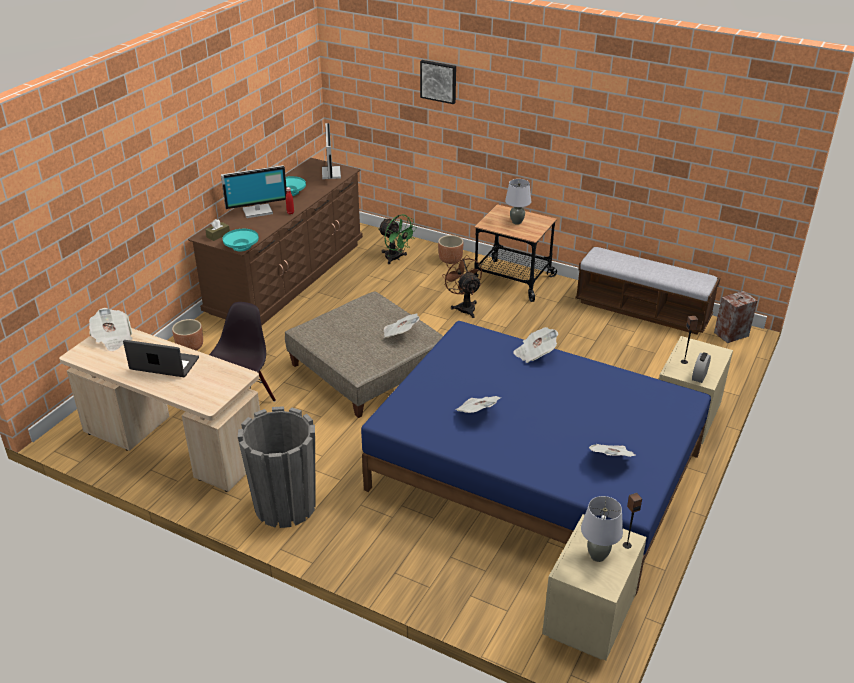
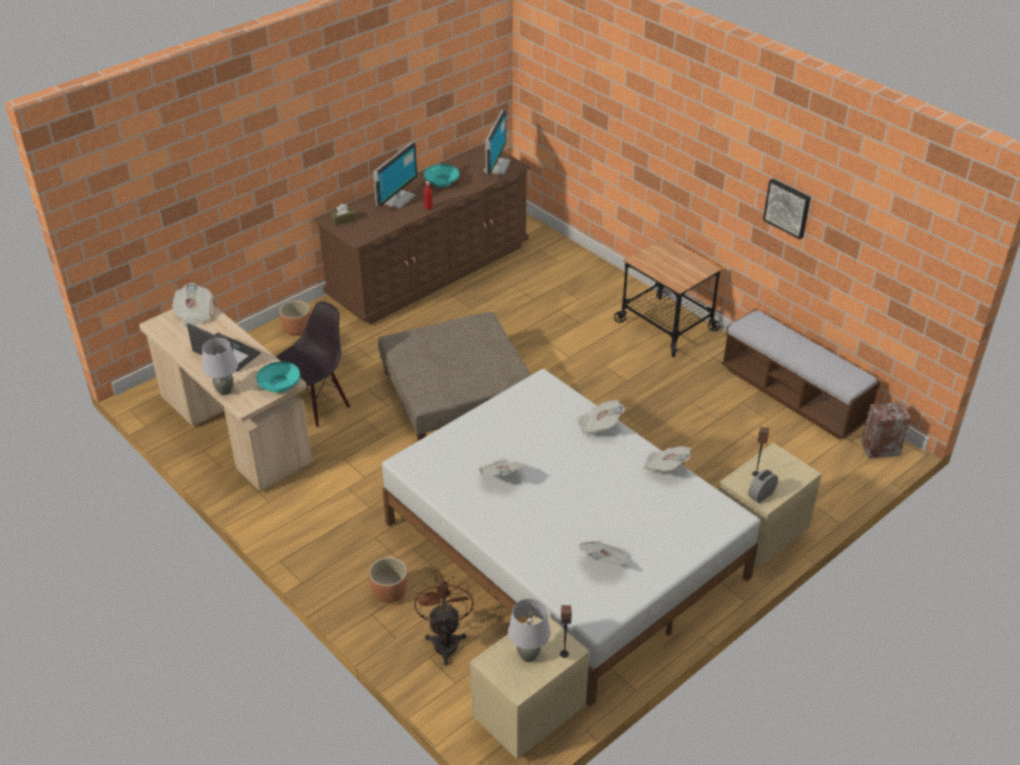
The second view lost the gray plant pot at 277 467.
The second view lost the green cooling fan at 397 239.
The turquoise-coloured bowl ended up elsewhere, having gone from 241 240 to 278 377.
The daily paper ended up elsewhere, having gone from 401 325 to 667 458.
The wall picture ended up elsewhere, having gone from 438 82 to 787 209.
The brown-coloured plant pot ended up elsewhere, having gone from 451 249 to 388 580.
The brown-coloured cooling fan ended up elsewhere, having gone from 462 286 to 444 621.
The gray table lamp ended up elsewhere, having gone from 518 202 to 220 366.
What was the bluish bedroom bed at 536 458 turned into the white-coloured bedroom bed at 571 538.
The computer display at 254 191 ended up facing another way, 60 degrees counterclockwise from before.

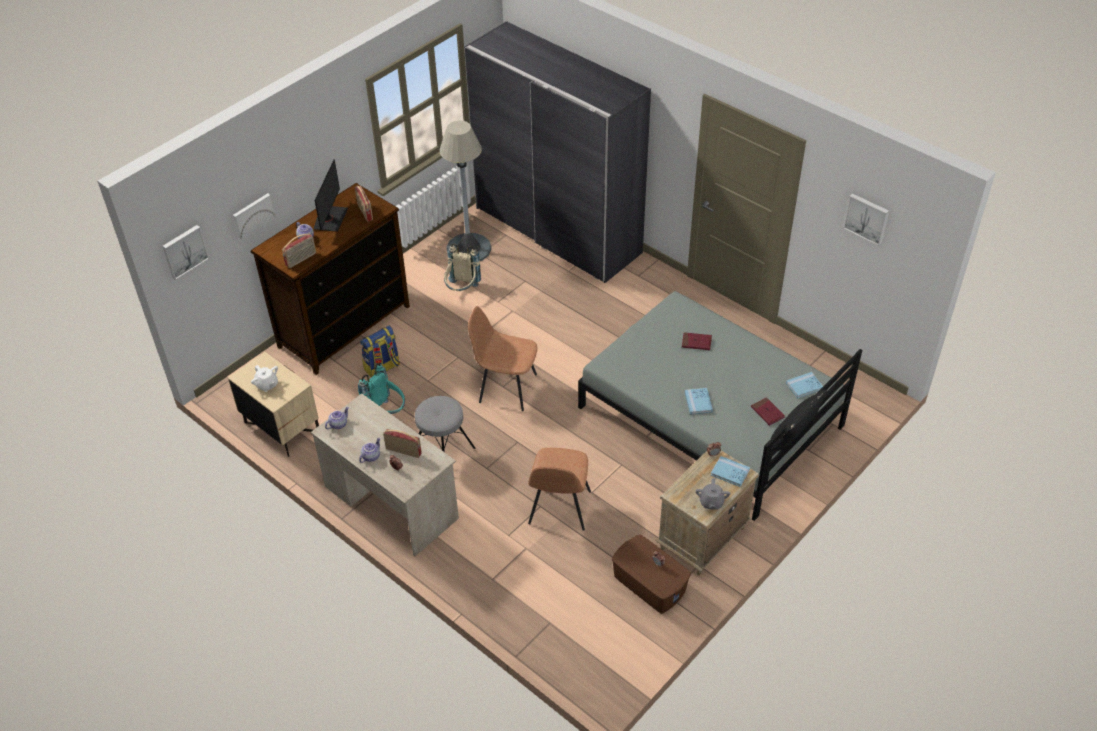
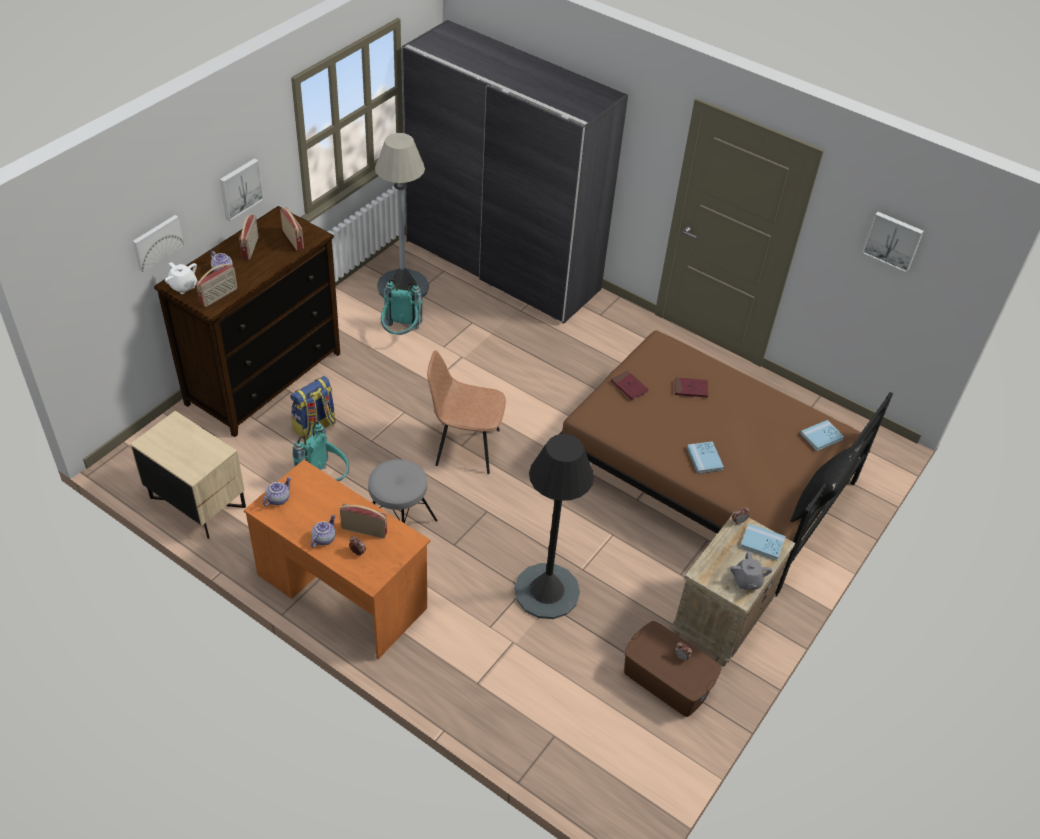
The wall picture ended up elsewhere, having gone from 185 252 to 242 189.
The white-coloured tea pot ended up elsewhere, having gone from 264 378 to 181 278.
The reddish book ended up elsewhere, having gone from 768 411 to 630 385.
Where the computer display stood at 331 195, the radio came to stand at 249 237.
Where the brown-coloured plain chair stood at 559 489, the black-coloured floor lamp came to stand at 554 526.
What was the beige-coloured desk table at 385 475 turned into the orangey desk table at 337 559.
What was the beige-coloured backpack at 462 267 turned into the turquoise-coloured backpack at 401 307.
What was the gray bedroom bed at 720 406 turned into the brown-coloured bedroom bed at 726 463.

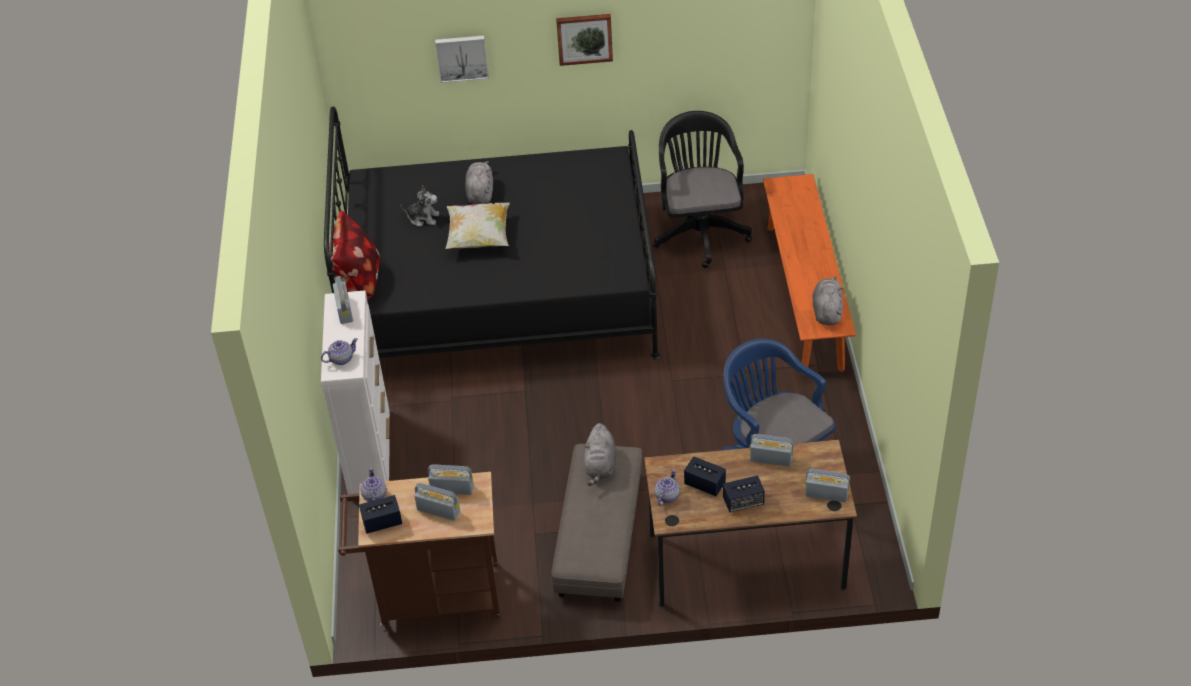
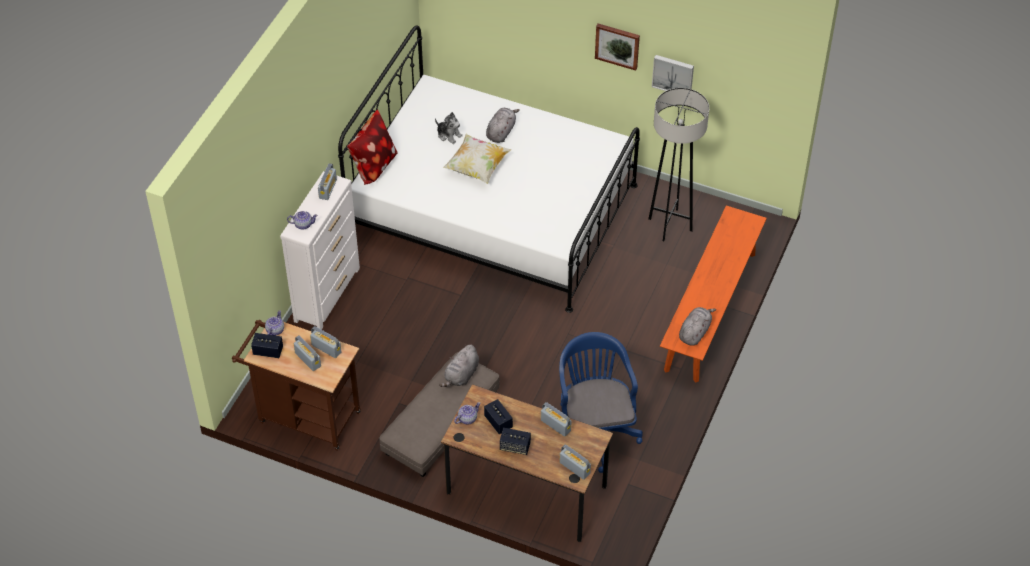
The wall picture ended up elsewhere, having gone from 462 59 to 673 73.
Where the black-coloured office chair stood at 702 189, the gray floor lamp came to stand at 678 164.
What was the black-coloured bedroom bed at 492 232 turned into the white-coloured bedroom bed at 489 169.

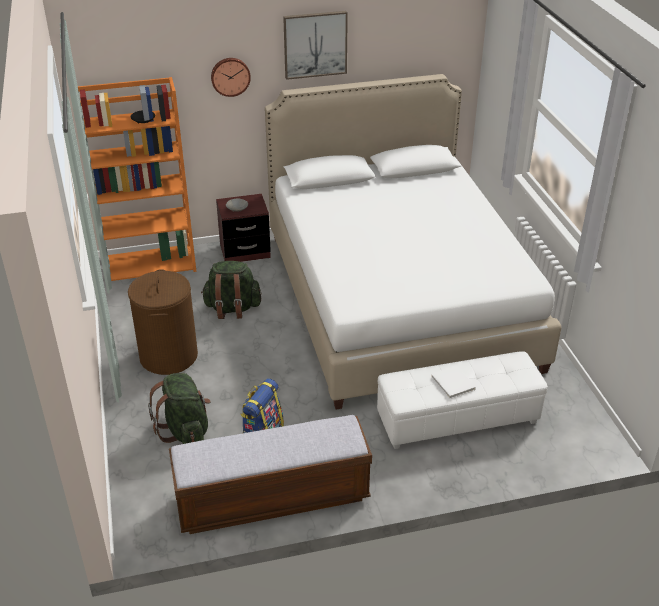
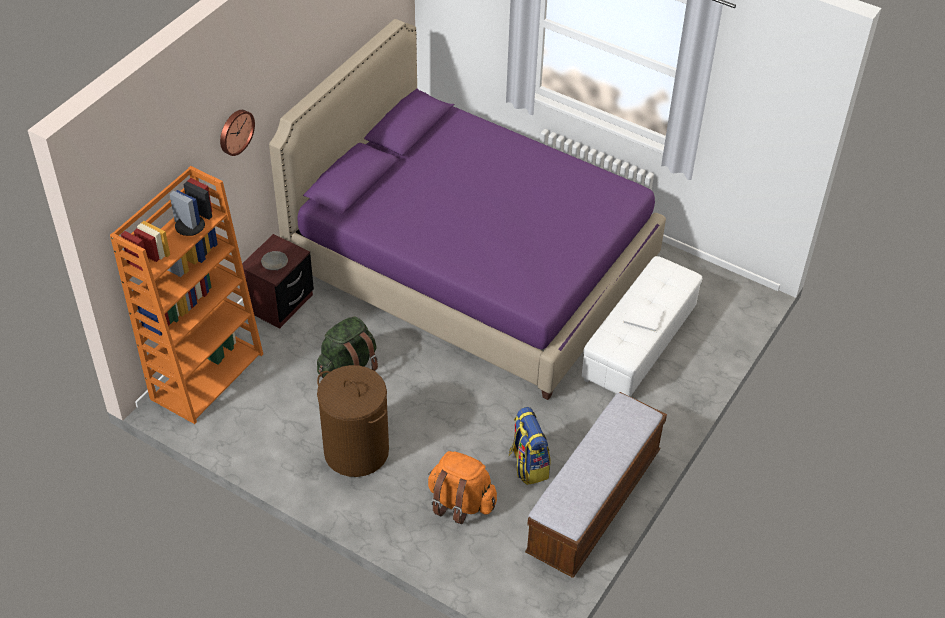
The second view lost the wall picture at 315 45.
What was the green backpack at 179 408 turned into the orangey backpack at 462 487.
What was the white-coloured bedroom bed at 413 241 turned into the purple-coloured bedroom bed at 467 209.

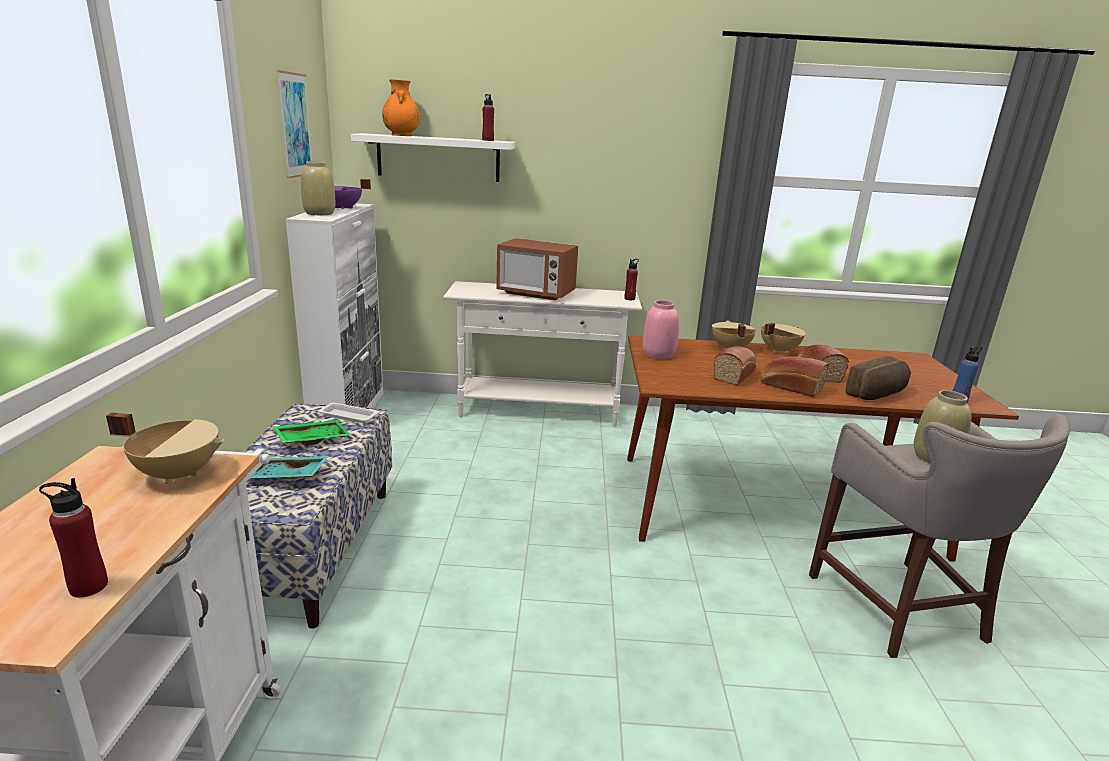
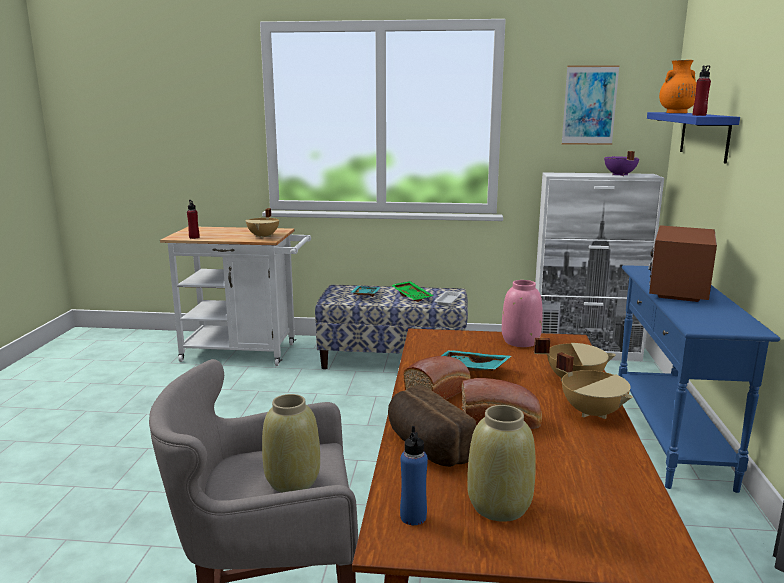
The second view lost the reddish bottle at 631 279.
The beige-coloured flower vase ended up elsewhere, having gone from 318 188 to 501 463.
Where the bread stood at 734 366, the turquoise-coloured serving tray came to stand at 476 360.
What was the white-coloured wall shelf at 433 157 turned into the bluish wall shelf at 693 137.
What was the white-coloured narrow table at 542 354 turned into the bluish narrow table at 699 379.

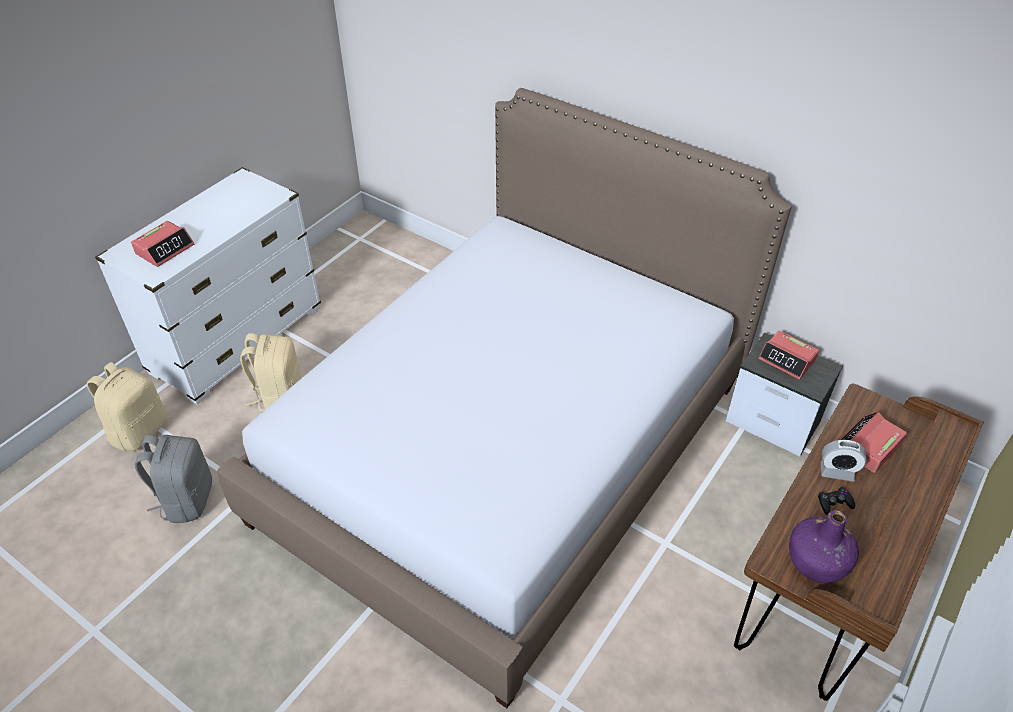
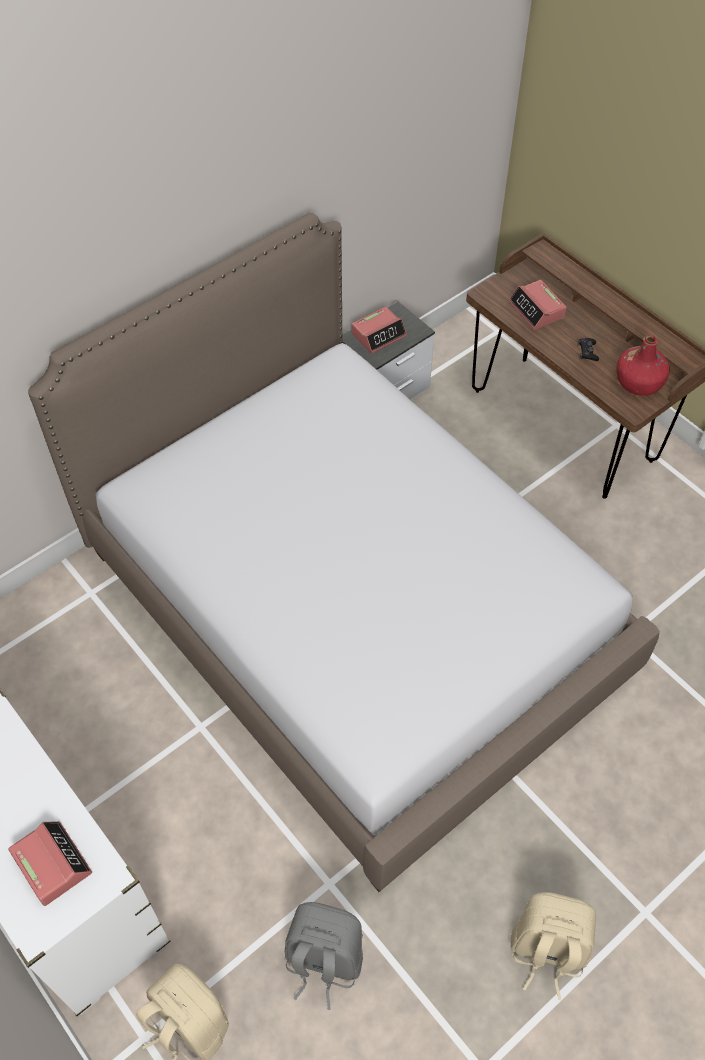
The second view lost the bedside clock at 844 461.
The beige-coloured backpack ended up elsewhere, having gone from 271 372 to 553 945.
What was the purple-coloured bottle at 824 546 turned into the reddish bottle at 643 365.

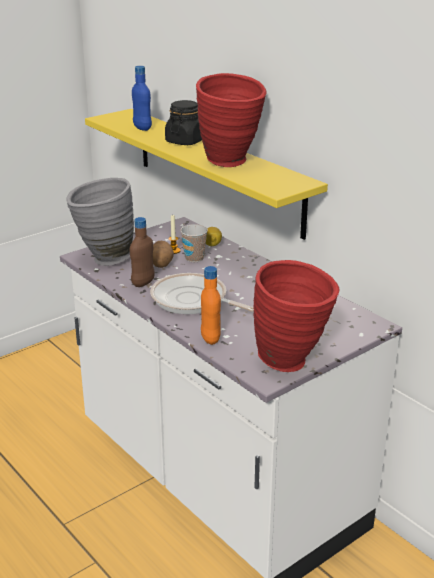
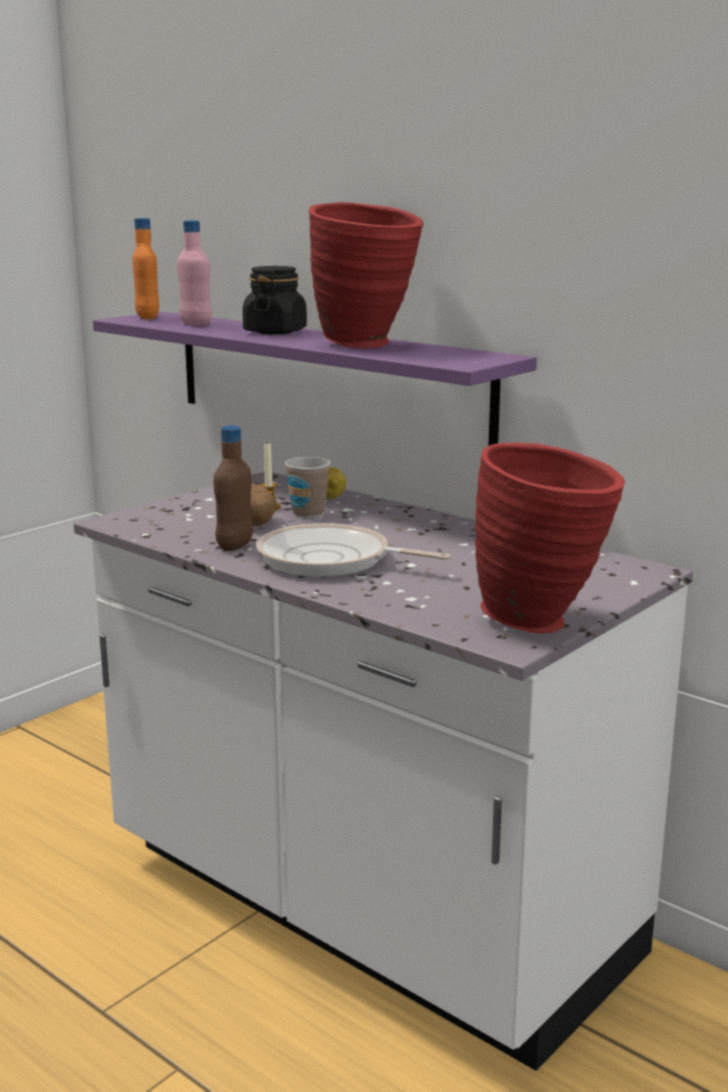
The second view lost the gray flower vase at 100 222.
The orangey bottle ended up elsewhere, having gone from 211 305 to 145 268.
What was the yellow-coloured wall shelf at 206 174 turned into the purple-coloured wall shelf at 315 379.
What was the bluish bottle at 142 98 turned into the pink-coloured bottle at 194 273.

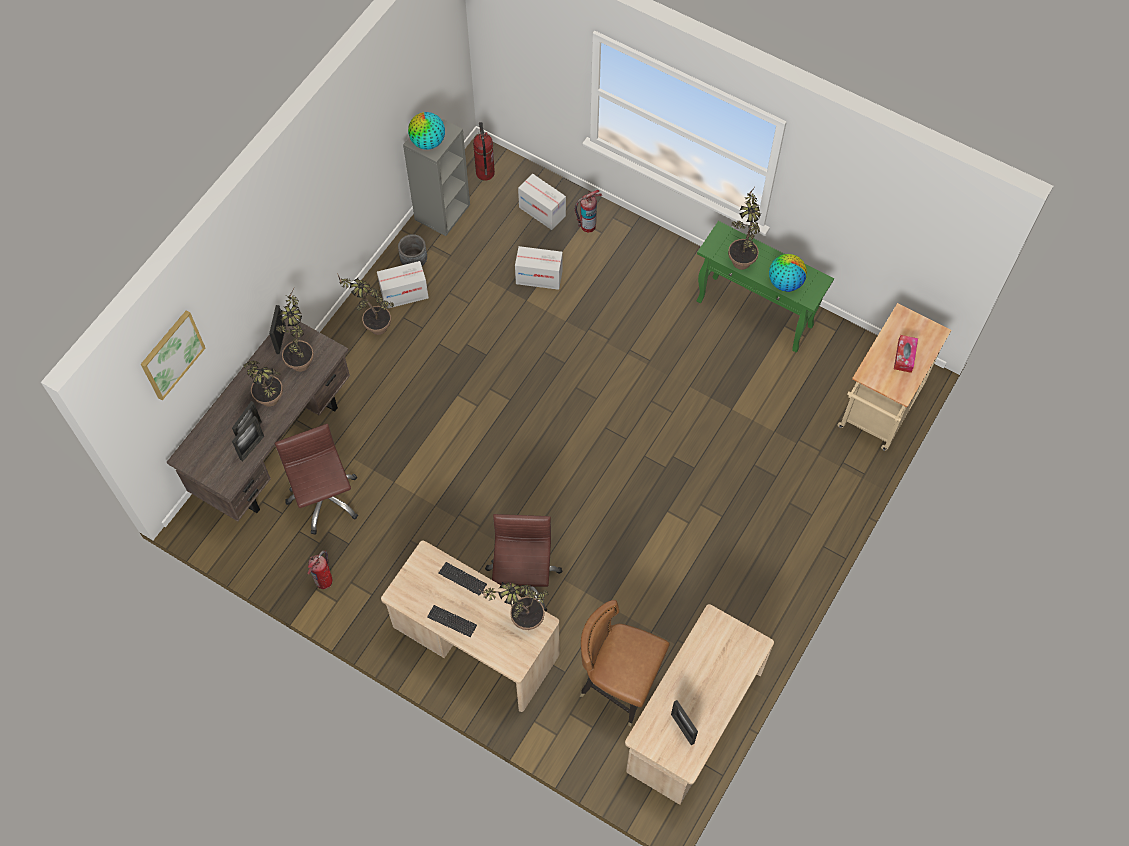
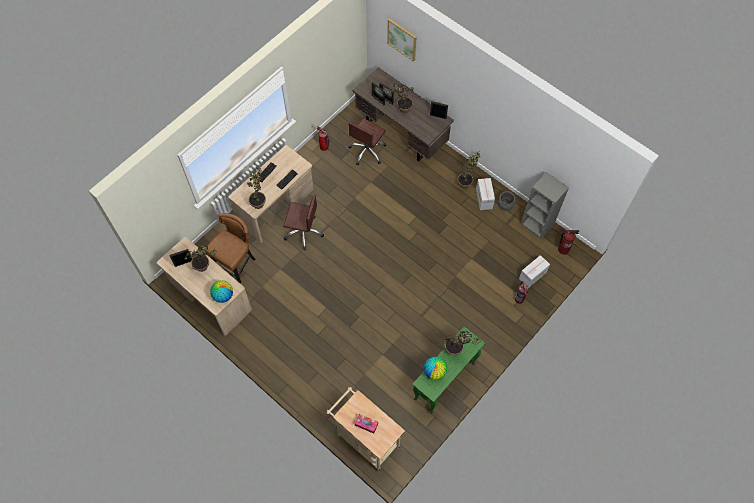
The second view lost the packing box at 539 268.
The plant in a pot ended up elsewhere, having gone from 295 331 to 201 258.
The globe ended up elsewhere, having gone from 426 130 to 221 291.
The brown-coloured office chair at 316 479 ended up facing another way, 135 degrees clockwise from before.

